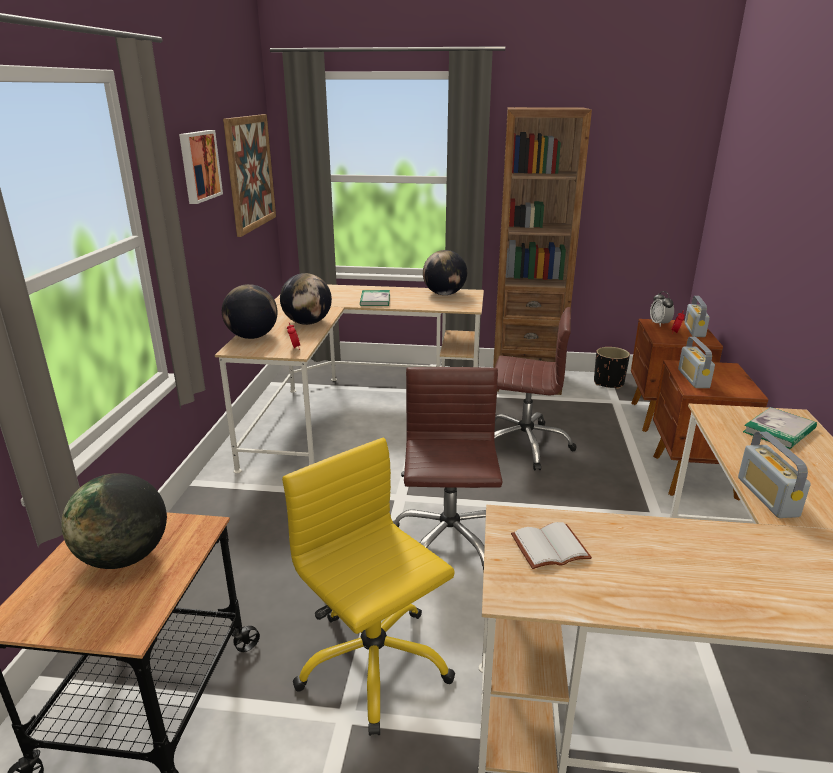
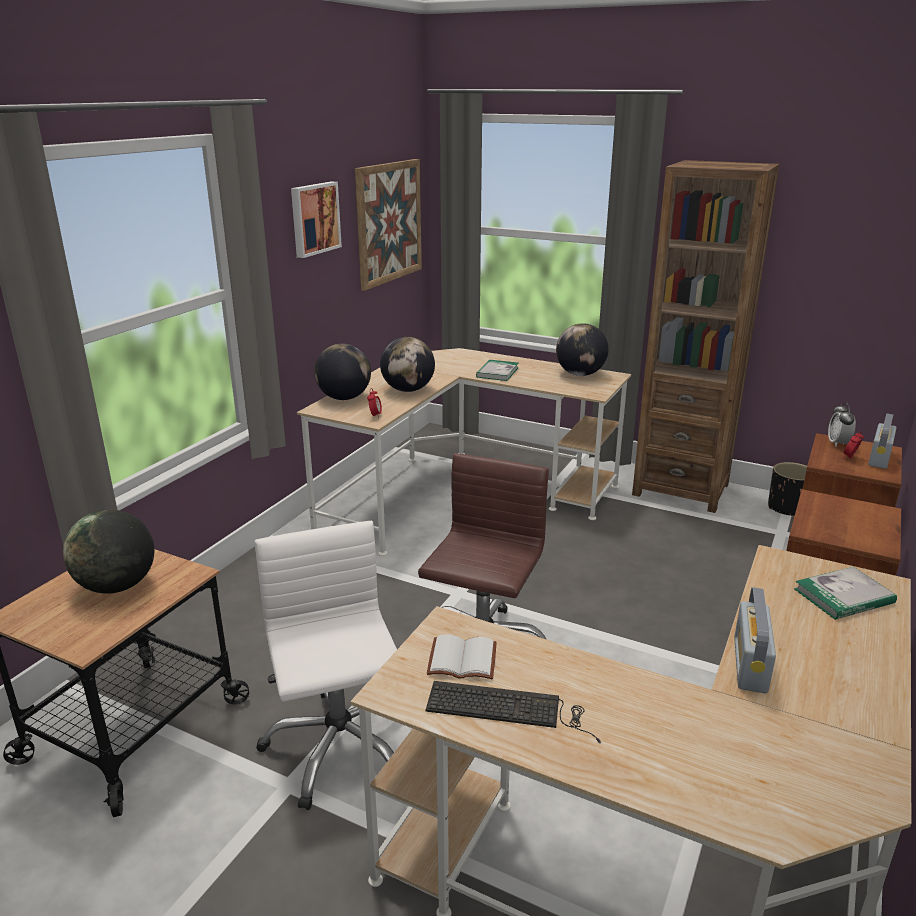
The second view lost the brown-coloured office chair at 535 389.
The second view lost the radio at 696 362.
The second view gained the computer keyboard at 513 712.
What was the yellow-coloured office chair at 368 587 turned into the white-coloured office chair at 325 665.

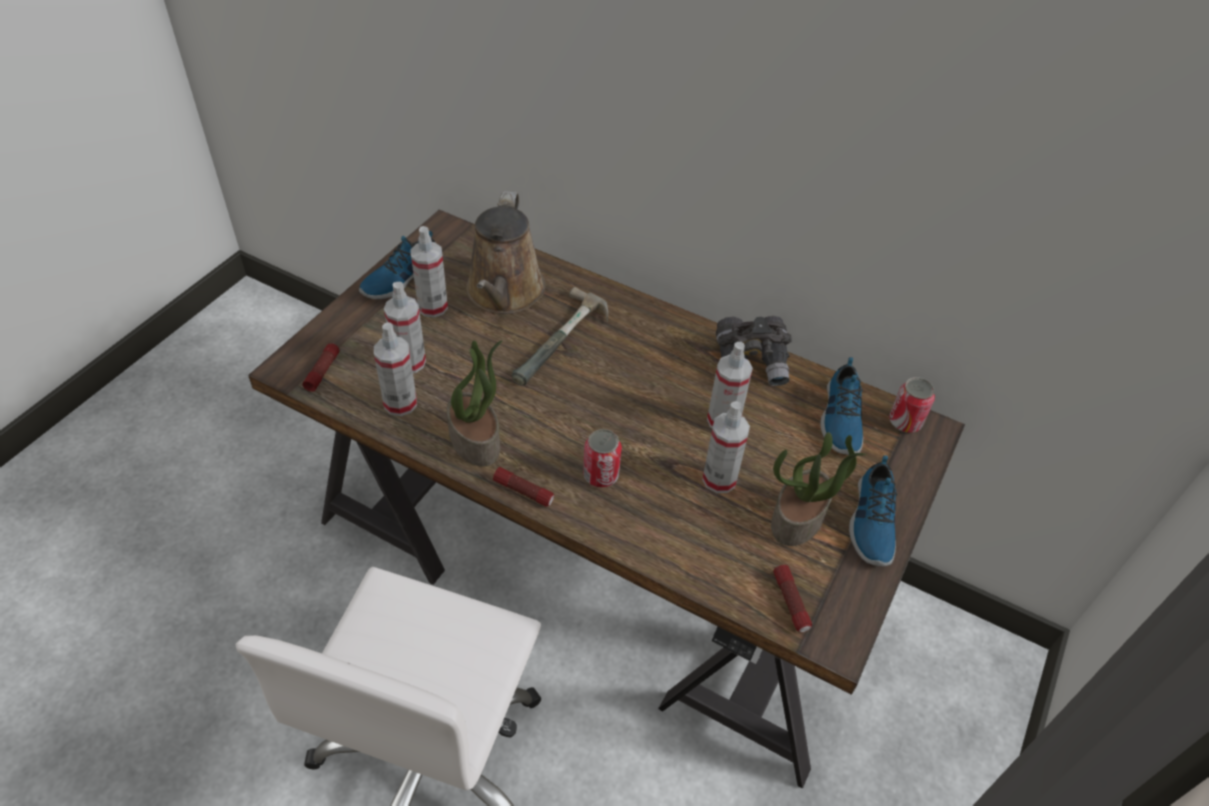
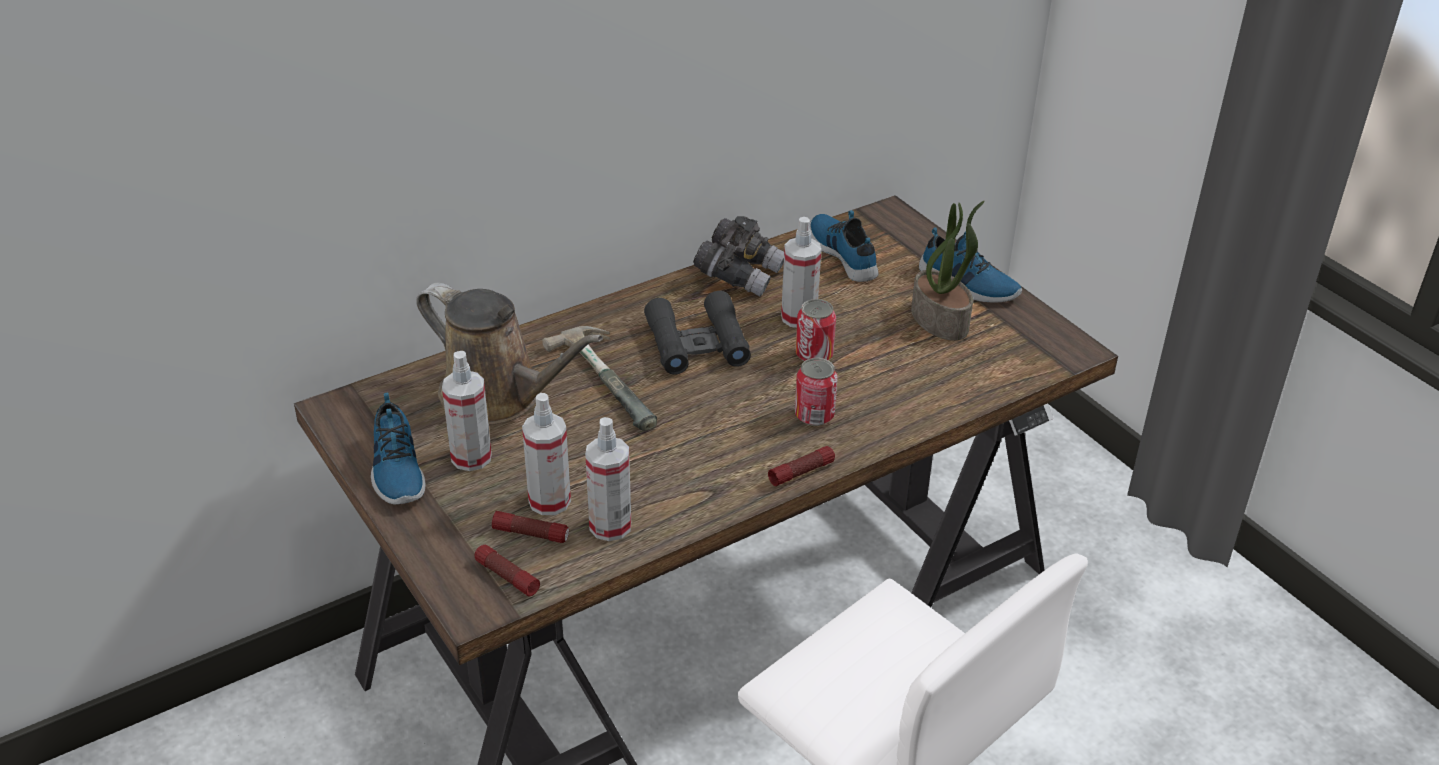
The second view lost the plant in a pot at 475 403.
The second view lost the sprayer at 726 447.
The second view gained the black-coloured pair of binoculars at 697 333.
The torch ended up elsewhere, having gone from 792 598 to 530 527.
The metal can ended up elsewhere, having gone from 912 405 to 815 330.
The shoe at 841 406 ended up facing another way, 150 degrees counterclockwise from before.

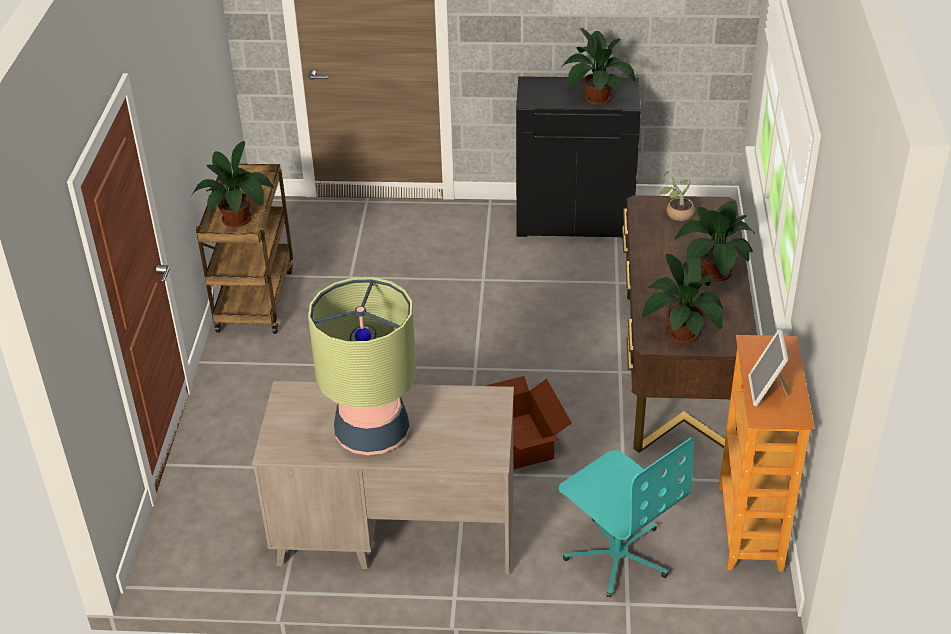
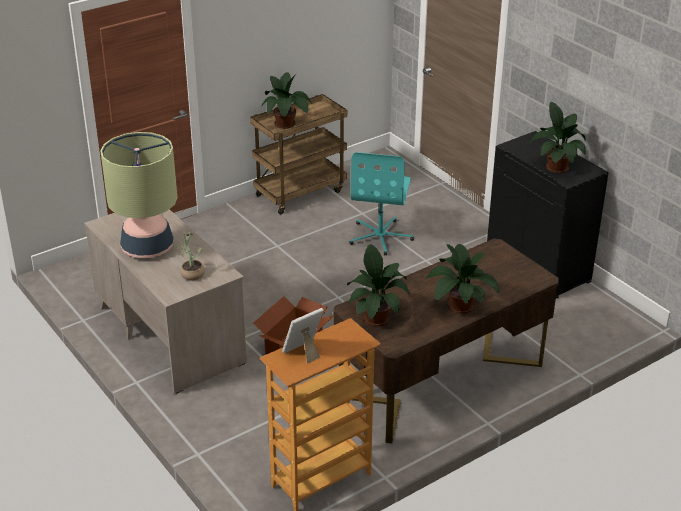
The turquoise-coloured office chair ended up elsewhere, having gone from 626 517 to 381 203.
The plant in a pot ended up elsewhere, having gone from 677 195 to 190 256.

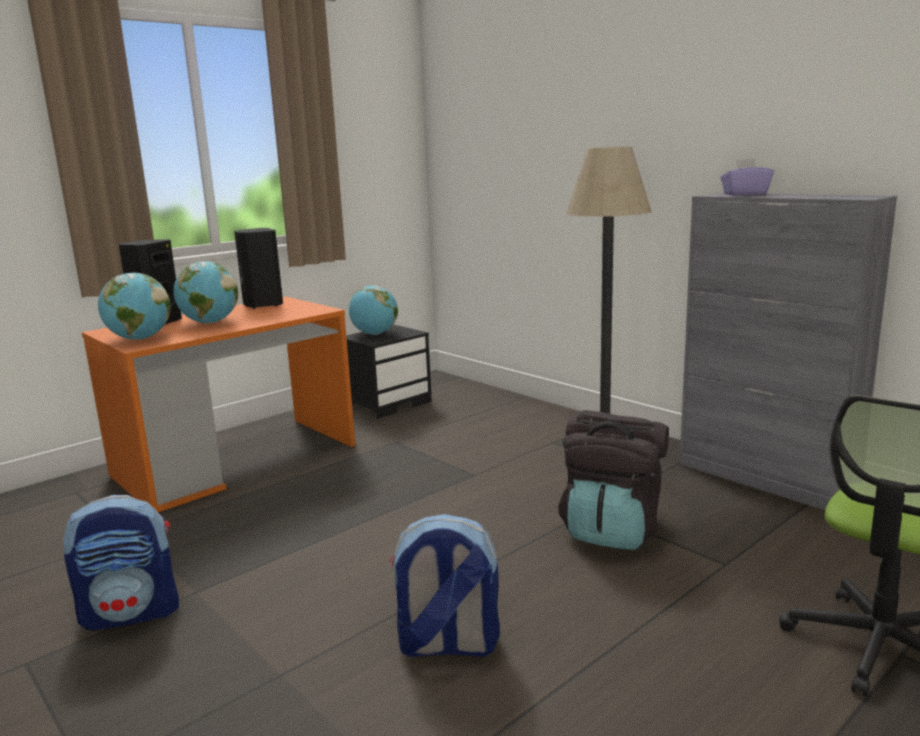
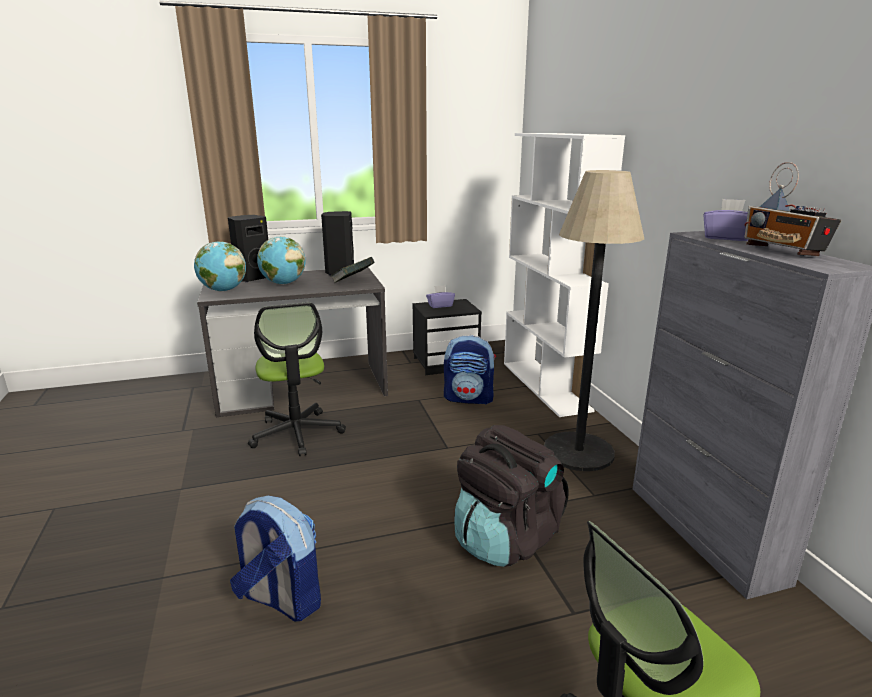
The second view gained the office chair at 297 379.
The second view gained the book at 352 270.
The second view gained the white-coloured bookshelf at 564 275.
The second view gained the radio at 792 209.
The backpack ended up elsewhere, having gone from 121 562 to 470 370.
Where the globe stood at 373 310, the purple-coloured tissue box came to stand at 440 296.
What was the orangey desk table at 218 404 turned into the gray desk table at 292 342.

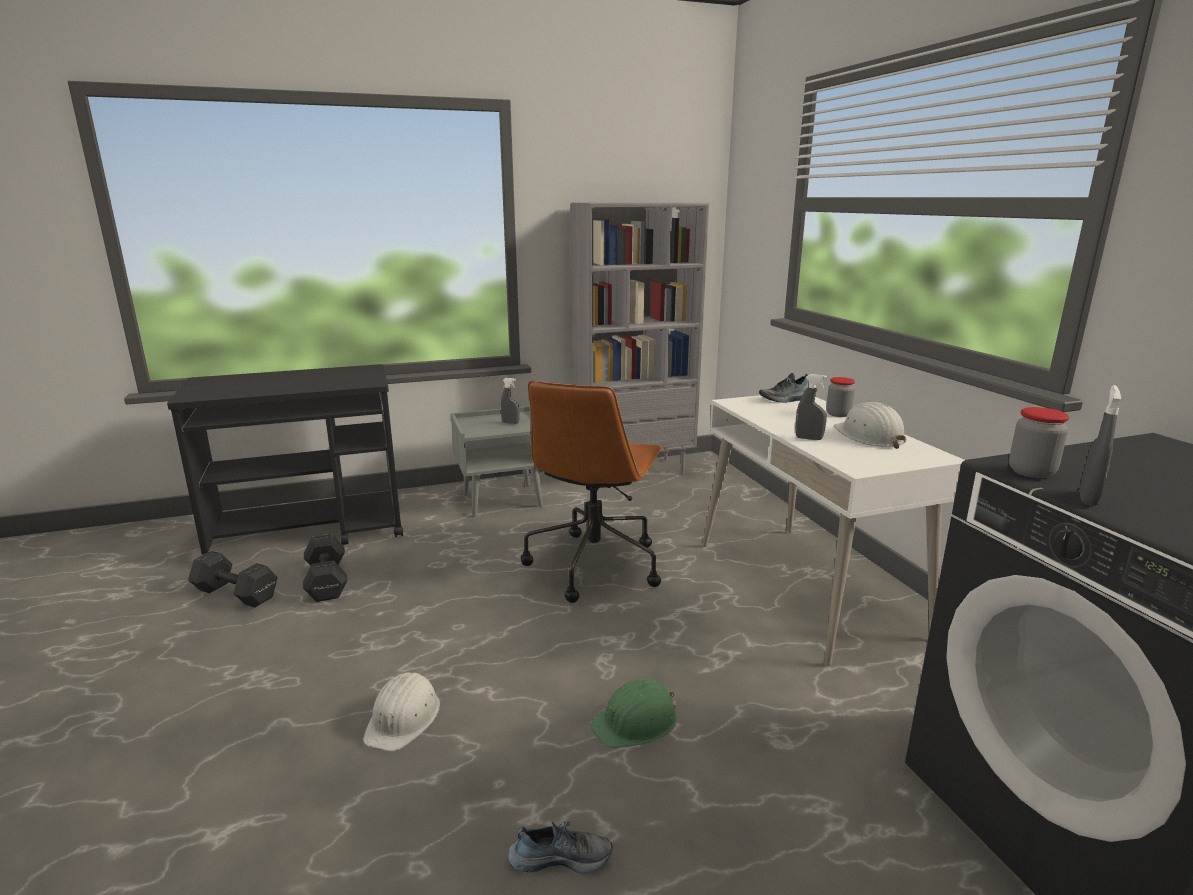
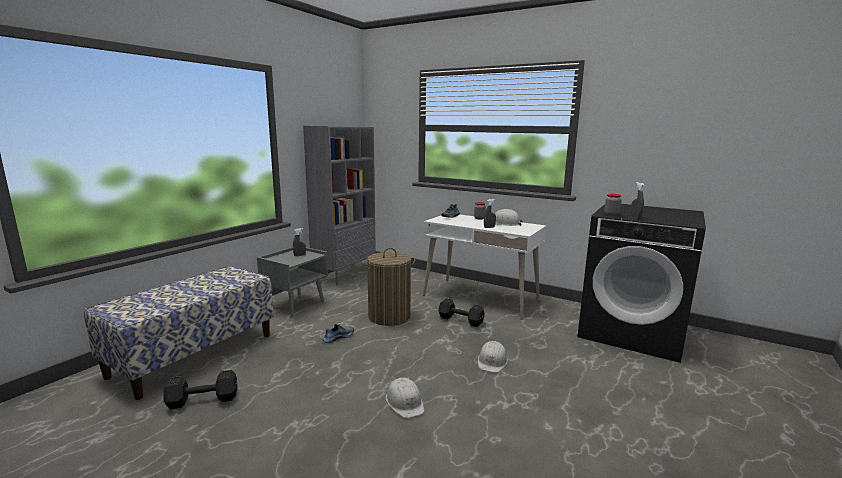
The black-coloured dumbbell ended up elsewhere, having gone from 325 568 to 461 312.
The shoe ended up elsewhere, having gone from 560 847 to 338 333.
Where the black-coloured wheeled cart stood at 285 459, the long seat came to stand at 179 333.
Where the brown-coloured office chair stood at 592 492, the hamper came to stand at 388 287.
What was the green hard hat at 633 713 turned into the white-coloured hard hat at 493 357.

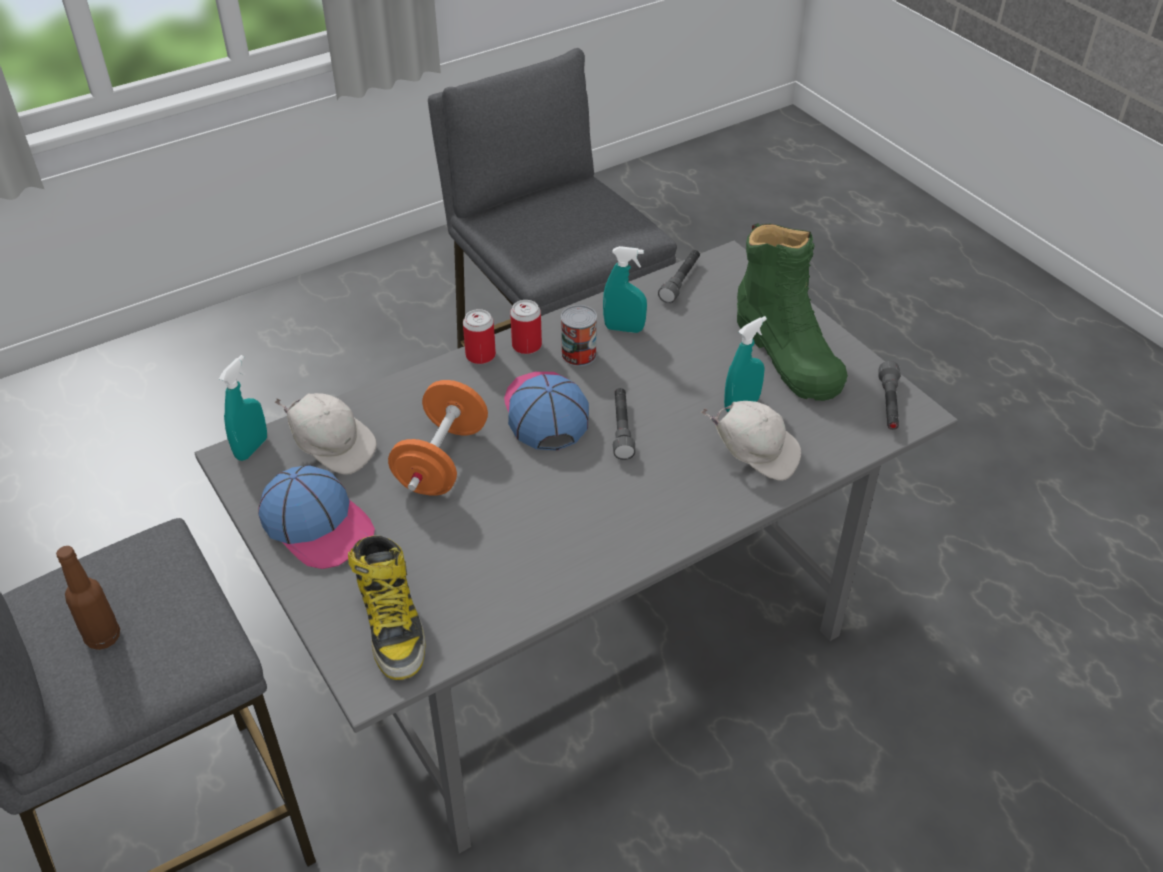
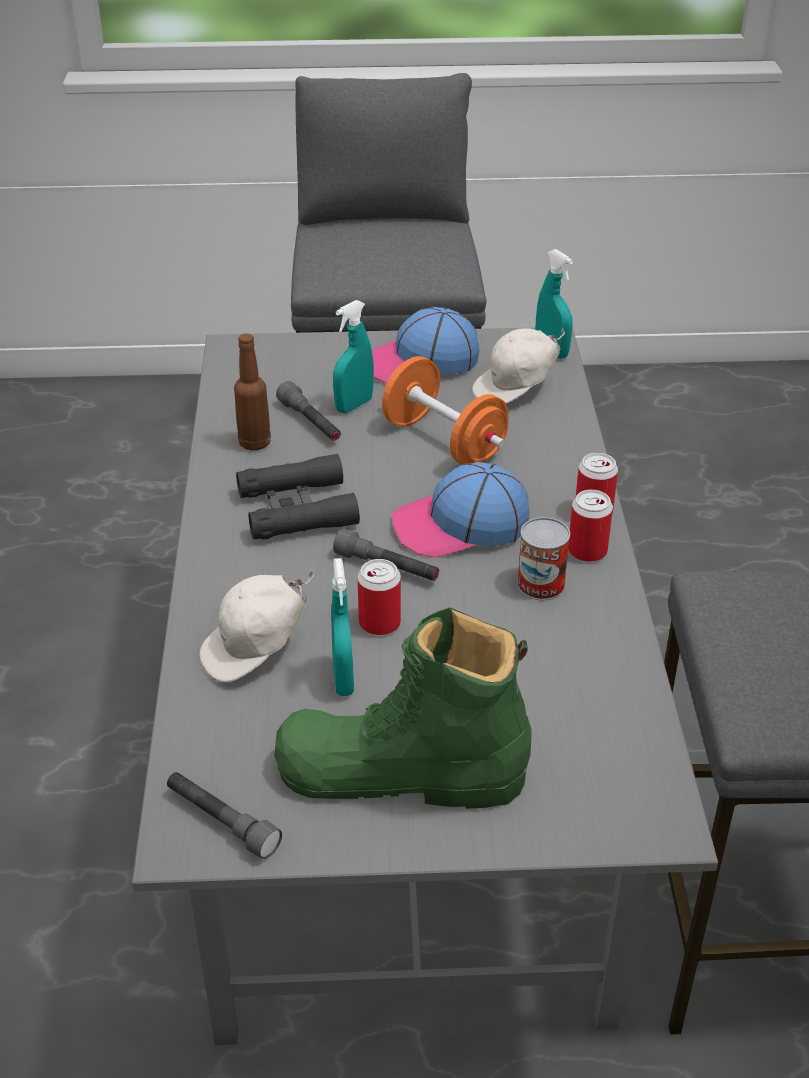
The second view lost the high-top boot at 387 608.
The second view gained the black-coloured pair of binoculars at 298 497.
The second view gained the metal can at 379 597.
The brown-coloured bottle ended up elsewhere, having gone from 88 598 to 252 392.
The turquoise-coloured sprayer ended up elsewhere, having gone from 625 289 to 353 356.
The gray torch ended up elsewhere, having gone from 679 276 to 308 411.
The baseball cap at 546 411 ended up facing another way, 150 degrees clockwise from before.

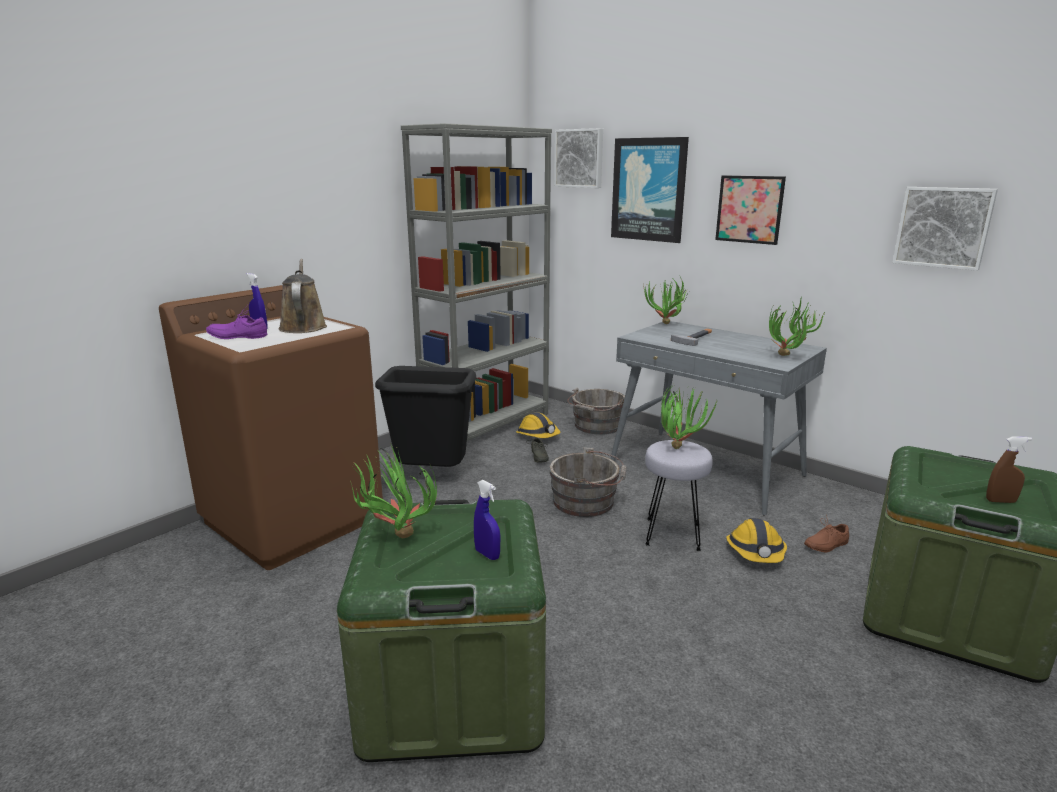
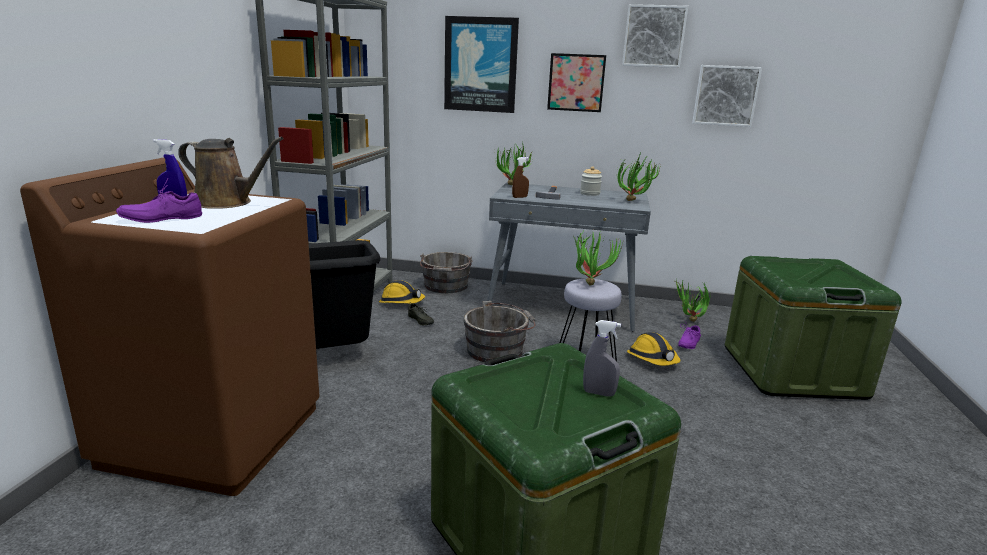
The second view gained the storage jar at 591 181.
The plant in a pot ended up elsewhere, having gone from 393 492 to 693 301.
The wall picture ended up elsewhere, having gone from 578 158 to 655 36.
The brown-coloured sprayer ended up elsewhere, having gone from 1009 469 to 520 177.
What was the bluish sprayer at 487 520 turned into the gray sprayer at 602 358.
What was the brown-coloured shoe at 826 533 turned into the purple-coloured shoe at 689 335.
The brown-coloured watering pot at 303 296 ended up facing another way, 150 degrees clockwise from before.

